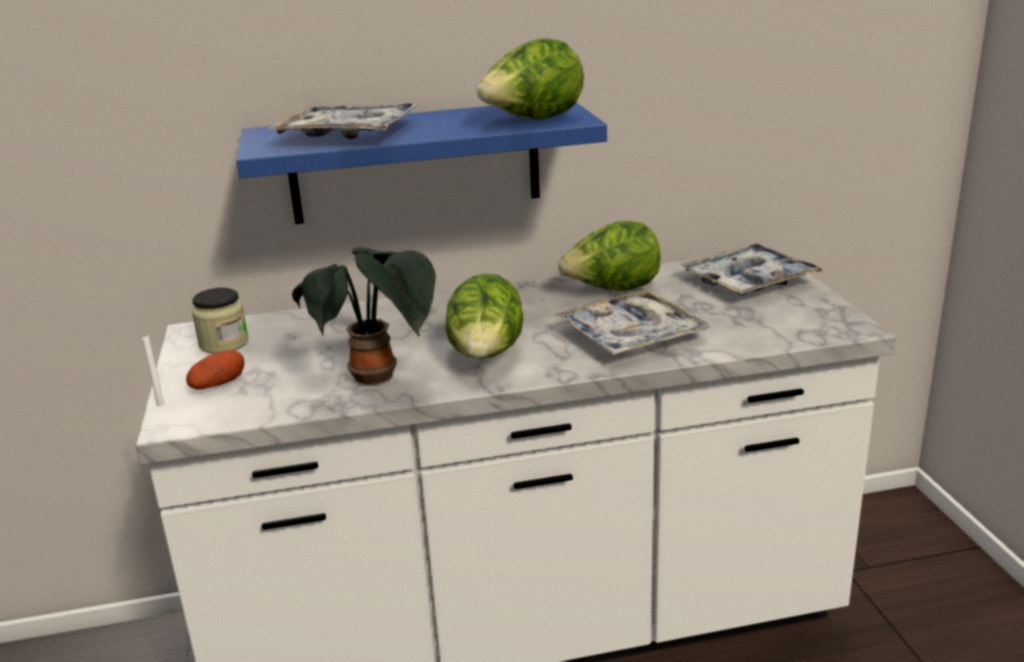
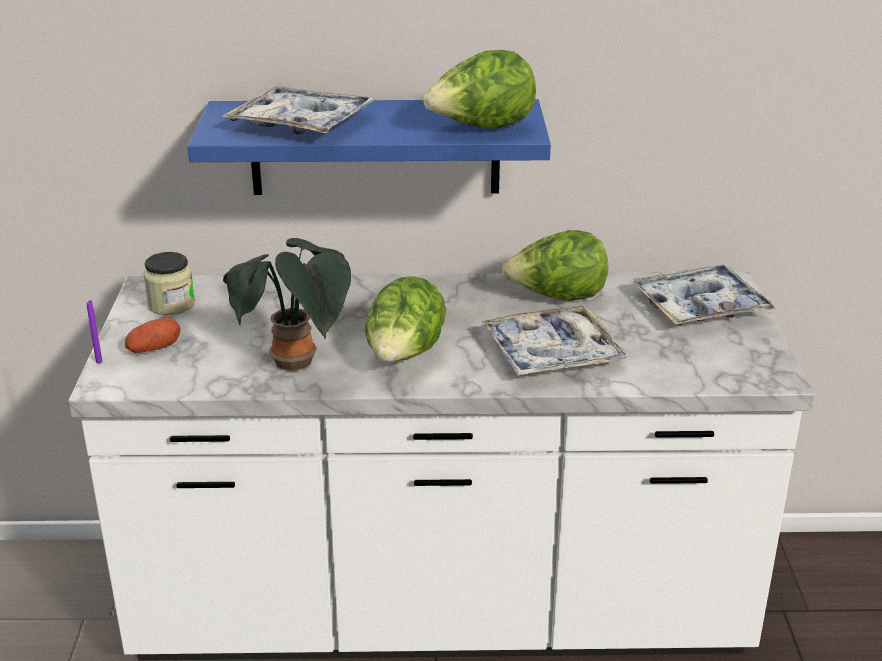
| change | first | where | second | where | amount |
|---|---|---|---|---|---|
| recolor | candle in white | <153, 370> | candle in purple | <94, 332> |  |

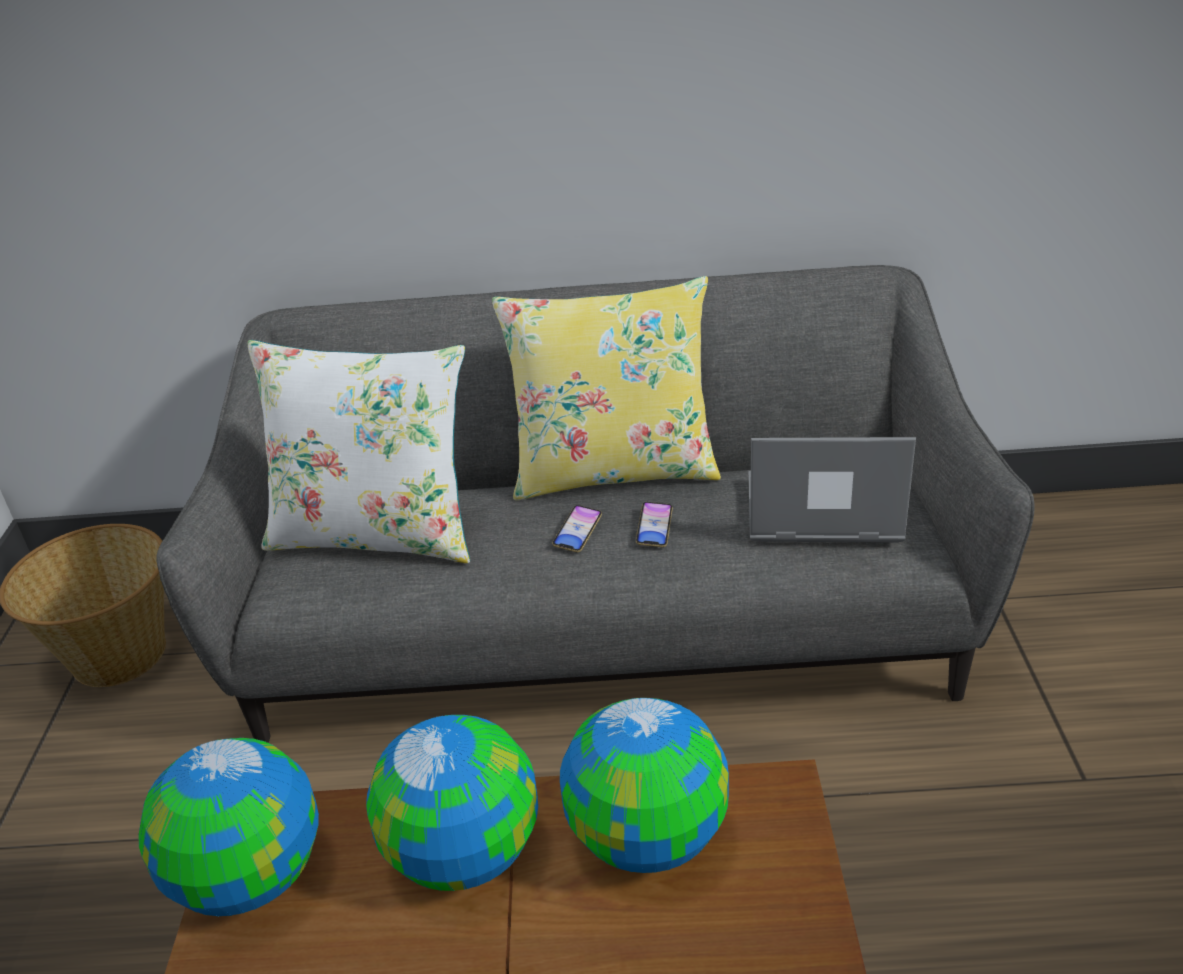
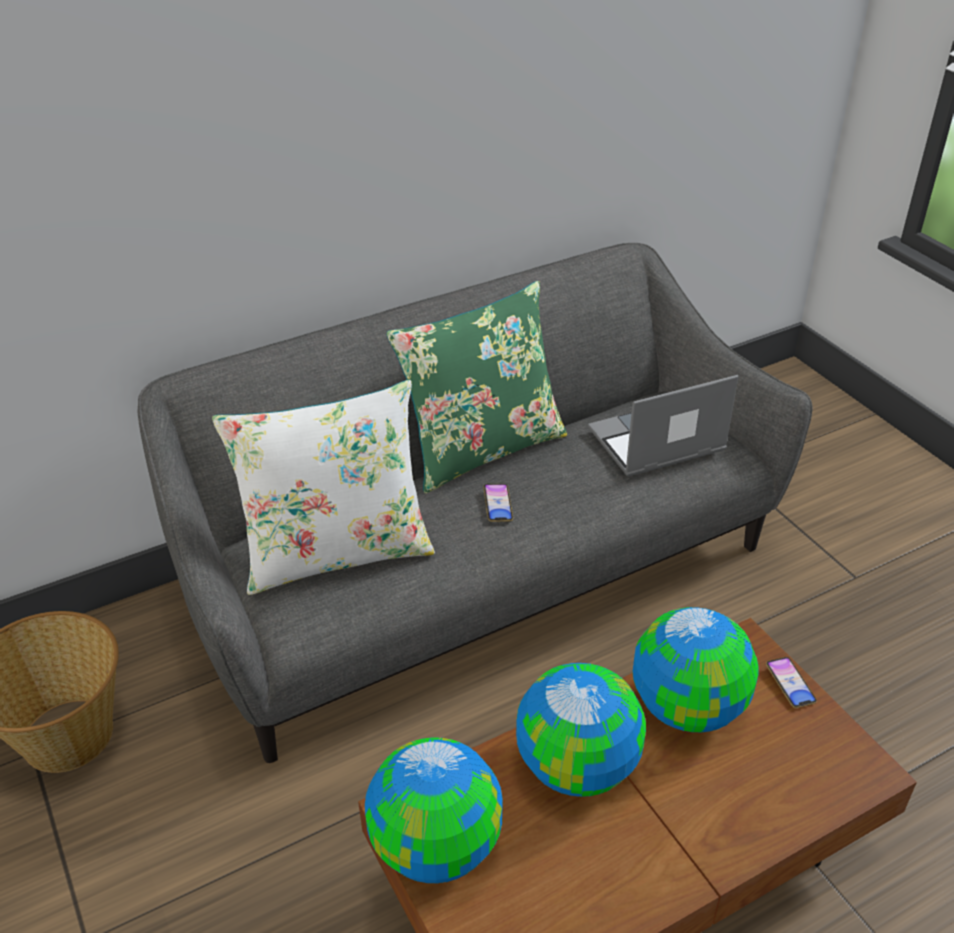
| change | first | where | second | where | amount |
|---|---|---|---|---|---|
| move | phone | <654, 524> |  | <791, 682> |  |
| recolor | pillow in yellow | <606, 388> | pillow in green | <476, 387> |  |

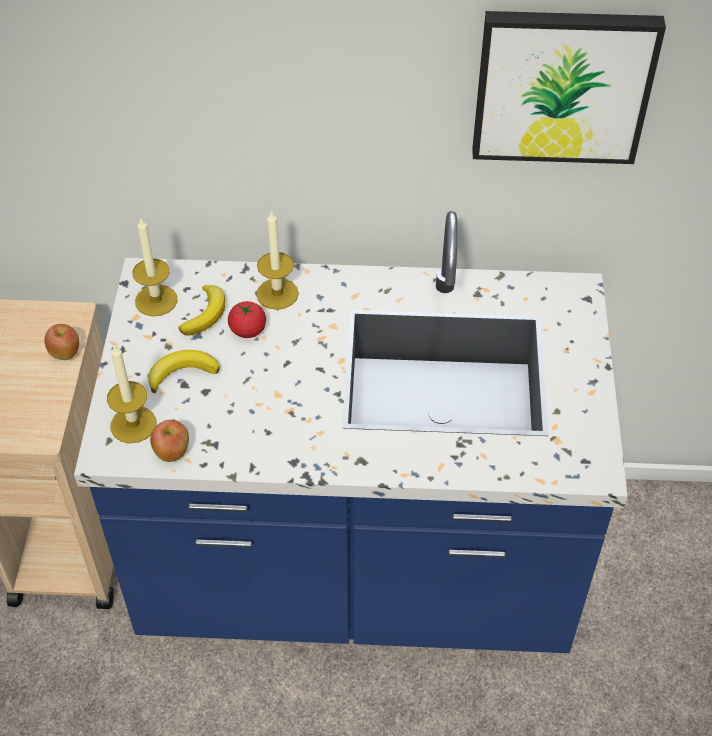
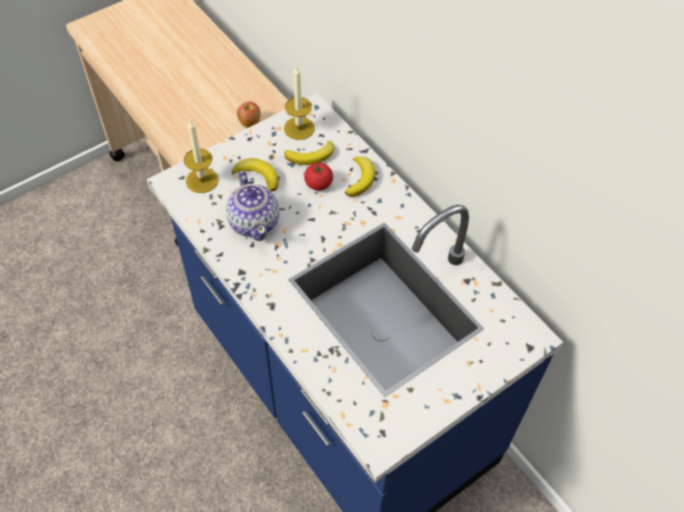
| change | first | where | second | where | amount |
|---|---|---|---|---|---|
| delete | apple | <169, 441> |  |  |  |
| delete | picture | <569, 87> |  |  |  |
| insert |  |  | teapot | <252, 206> |  |
| replace | candle | <277, 260> | banana | <360, 177> |  |

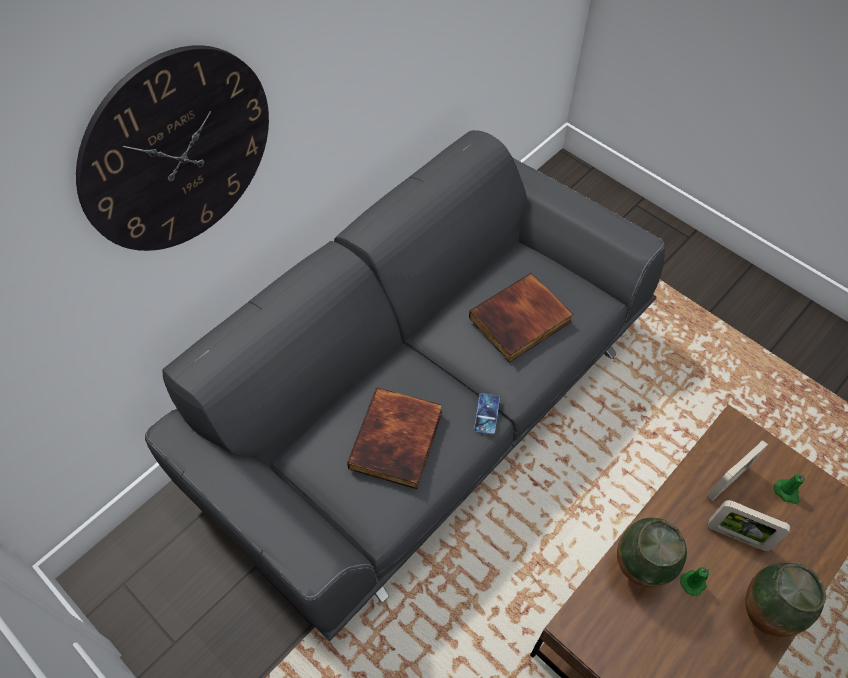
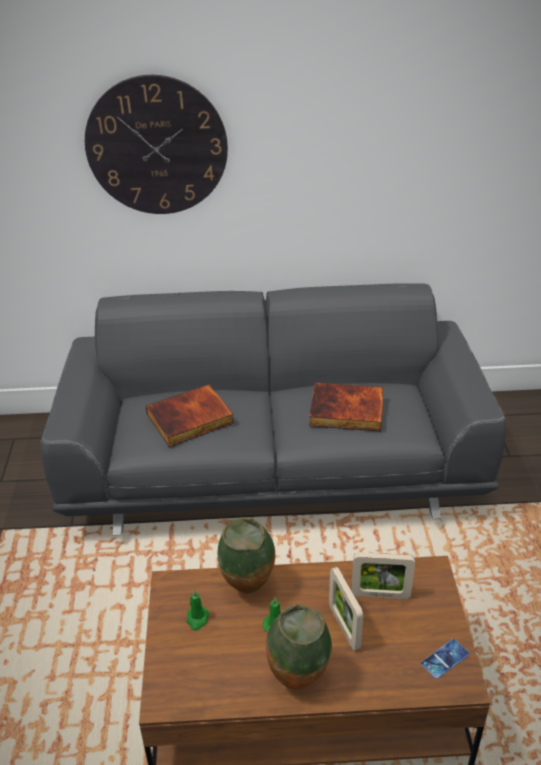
| change | first | where | second | where | amount |
|---|---|---|---|---|---|
| move | phone | <487, 413> |  | <445, 659> |  |
| move | candle in green | <789, 489> |  | <198, 610> |  |

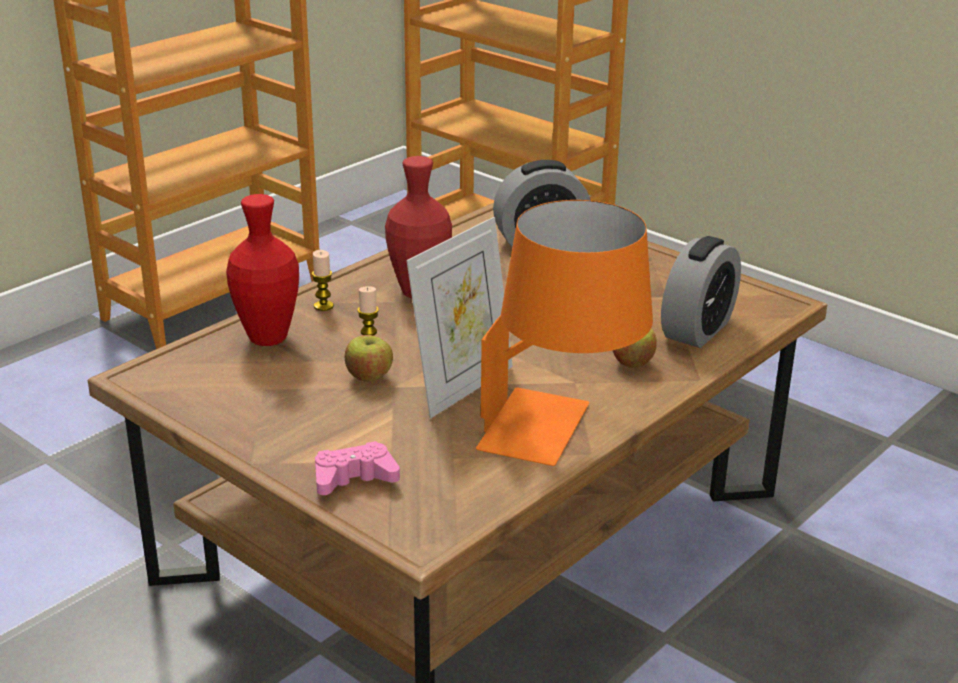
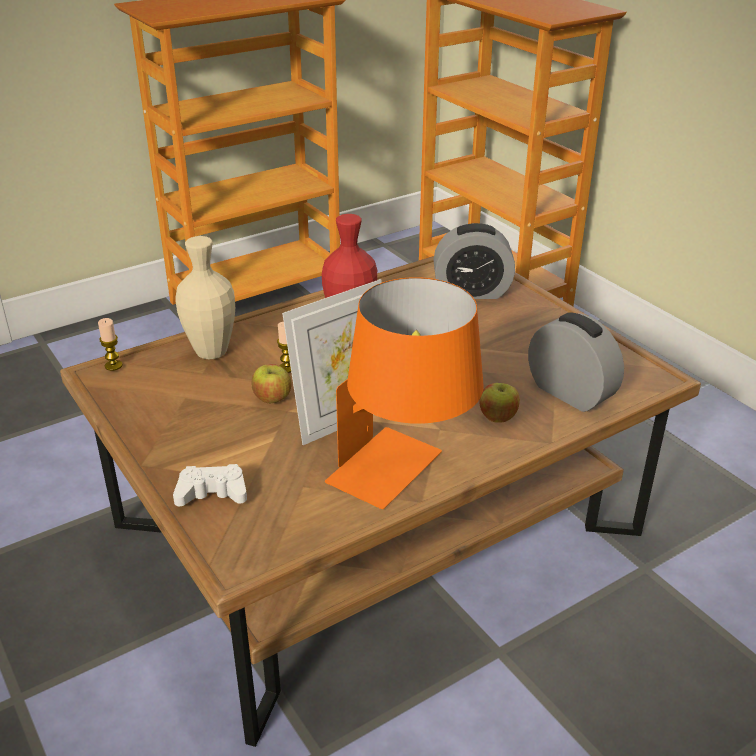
| change | first | where | second | where | amount |
|---|---|---|---|---|---|
| move | candle | <323, 280> |  | <110, 344> |  |
| recolor | vase in red | <262, 270> | vase in beige | <205, 297> |  |
| recolor | game controller in pink | <357, 468> | game controller in white | <210, 485> |  |
| rotate | alarm clock | <701, 292> |  | <576, 362> | 90 degrees counterclockwise |

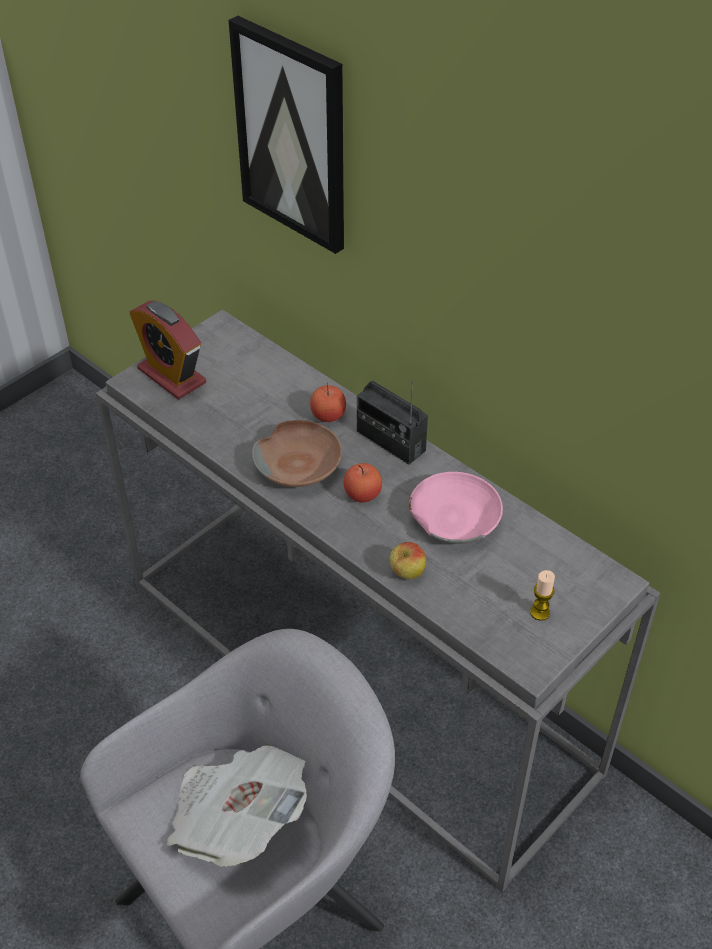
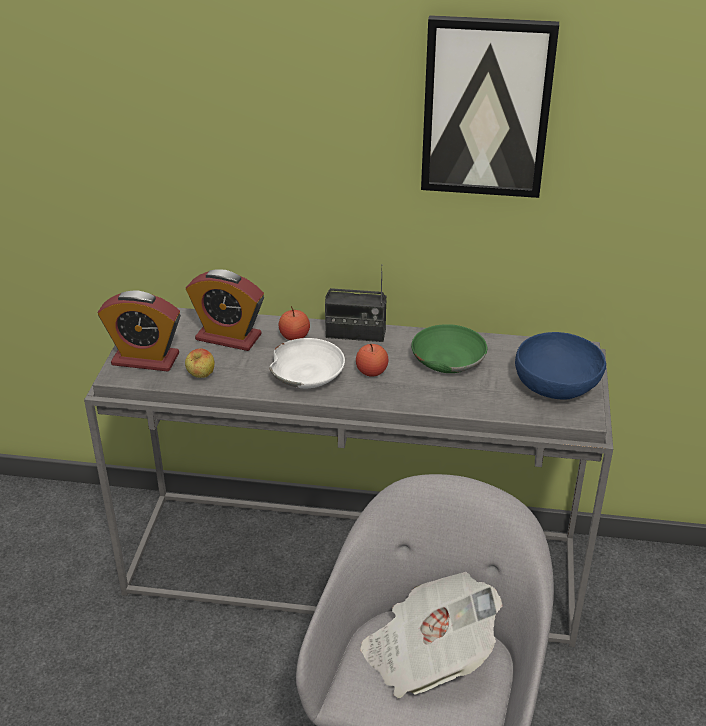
| change | first | where | second | where | amount |
|---|---|---|---|---|---|
| insert |  |  | alarm clock | <225, 310> |  |
| move | picture | <286, 135> |  | <490, 106> |  |
| move | apple | <408, 560> |  | <199, 363> |  |
| replace | candle | <542, 595> | bowl in blue | <560, 366> |  |
| recolor | bowl in brown | <297, 453> | bowl in white | <307, 363> |  |
| recolor | bowl in pink | <456, 508> | bowl in green | <449, 348> |  |

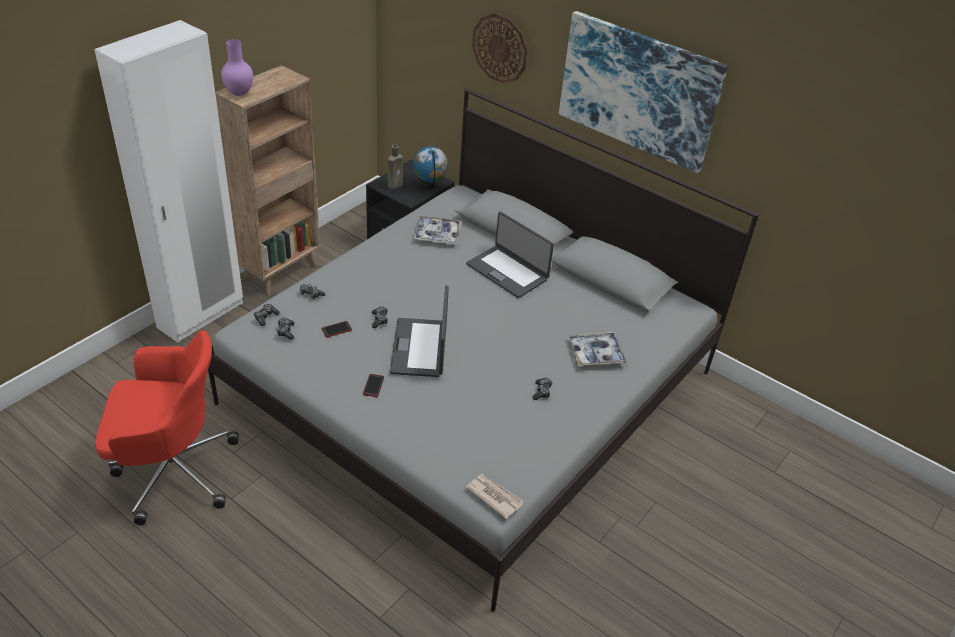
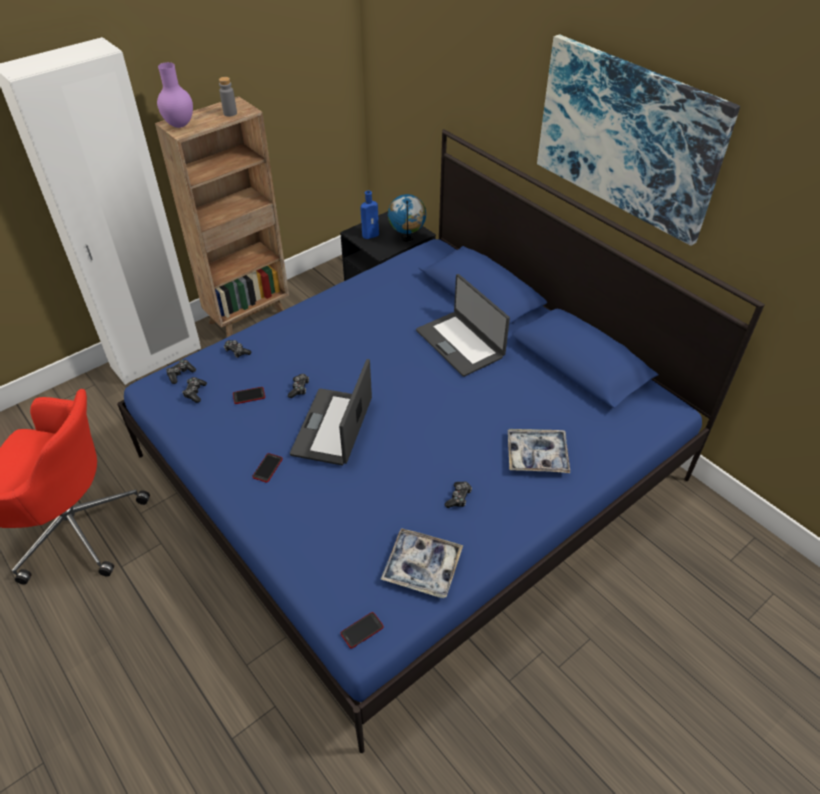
| change | first | where | second | where | amount |
|---|---|---|---|---|---|
| delete | wall clock | <500, 48> |  |  |  |
| insert |  |  | bottle in grey | <228, 96> |  |
| move | tray | <437, 230> |  | <421, 563> |  |
| replace | newspaper | <494, 496> | phone | <362, 630> |  |
| recolor | bed in grey | <483, 349> | bed in blue | <441, 441> |  |
| recolor | bottle in brown | <395, 167> | bottle in blue | <369, 215> |  |

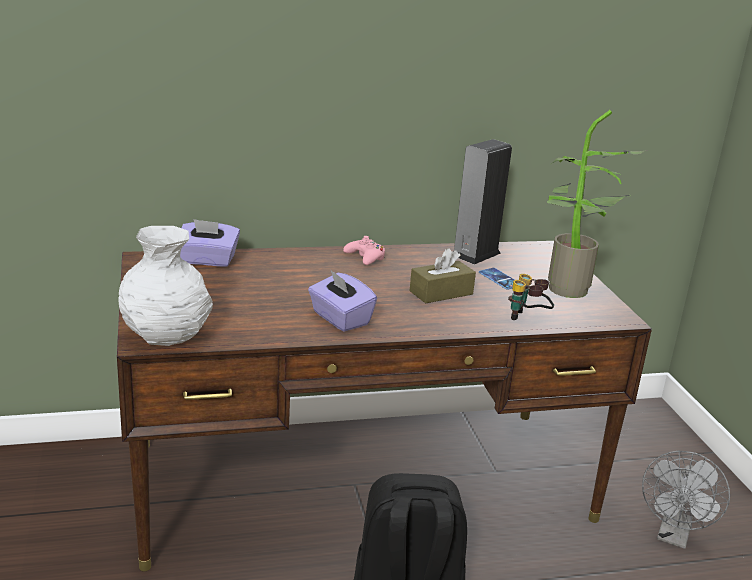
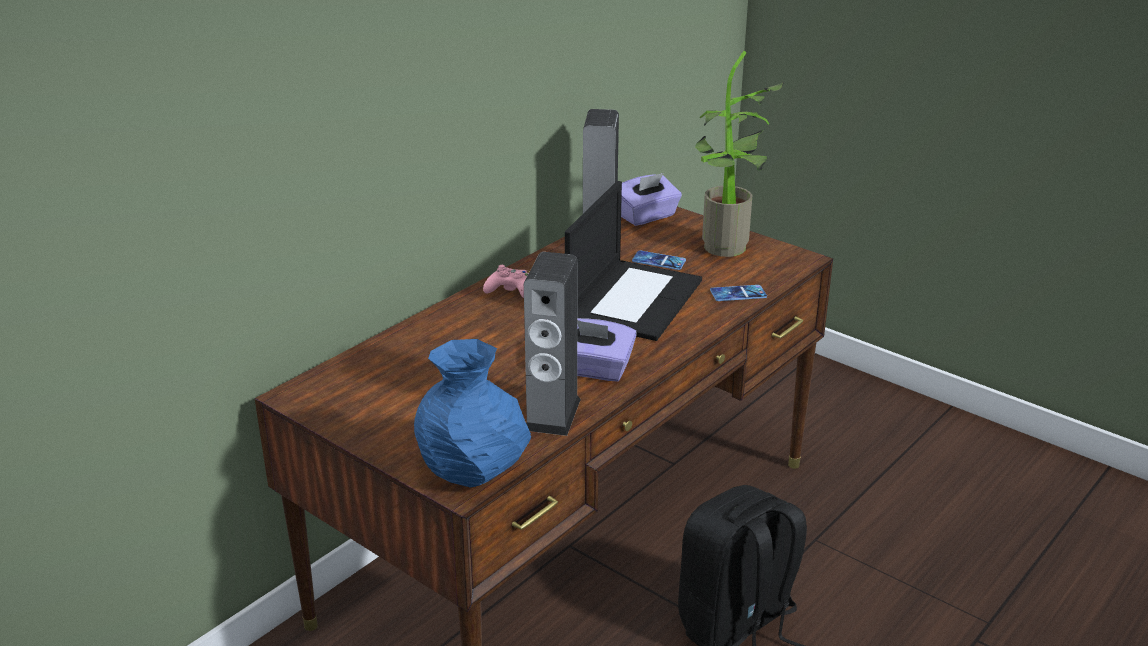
| change | first | where | second | where | amount |
|---|---|---|---|---|---|
| delete | fan in grey | <686, 500> |  |  |  |
| insert |  |  | speaker | <552, 344> |  |
| move | tissue box in purple | <210, 243> |  | <651, 199> |  |
| replace | tissue box in brown | <443, 276> | laptop | <633, 261> |  |
| replace | binoculars | <531, 297> | phone | <738, 293> |  |
| recolor | vase in white | <165, 286> | vase in blue | <472, 413> |  |

